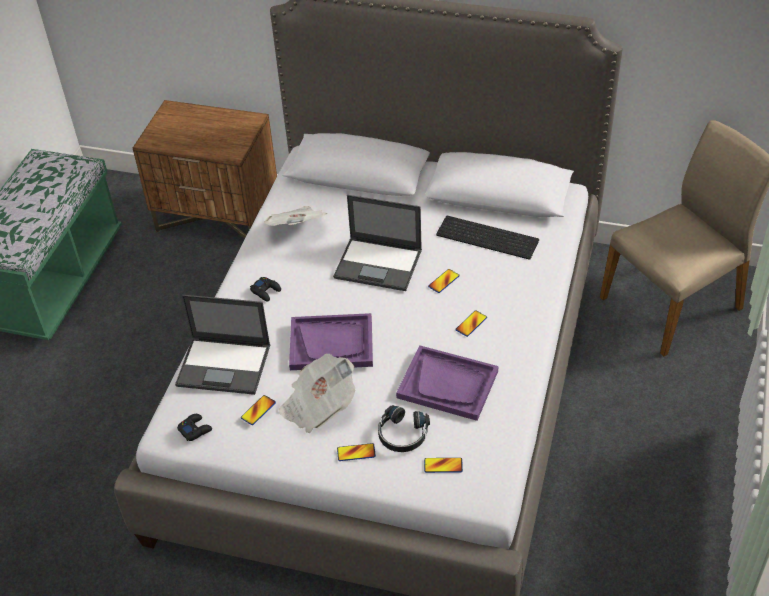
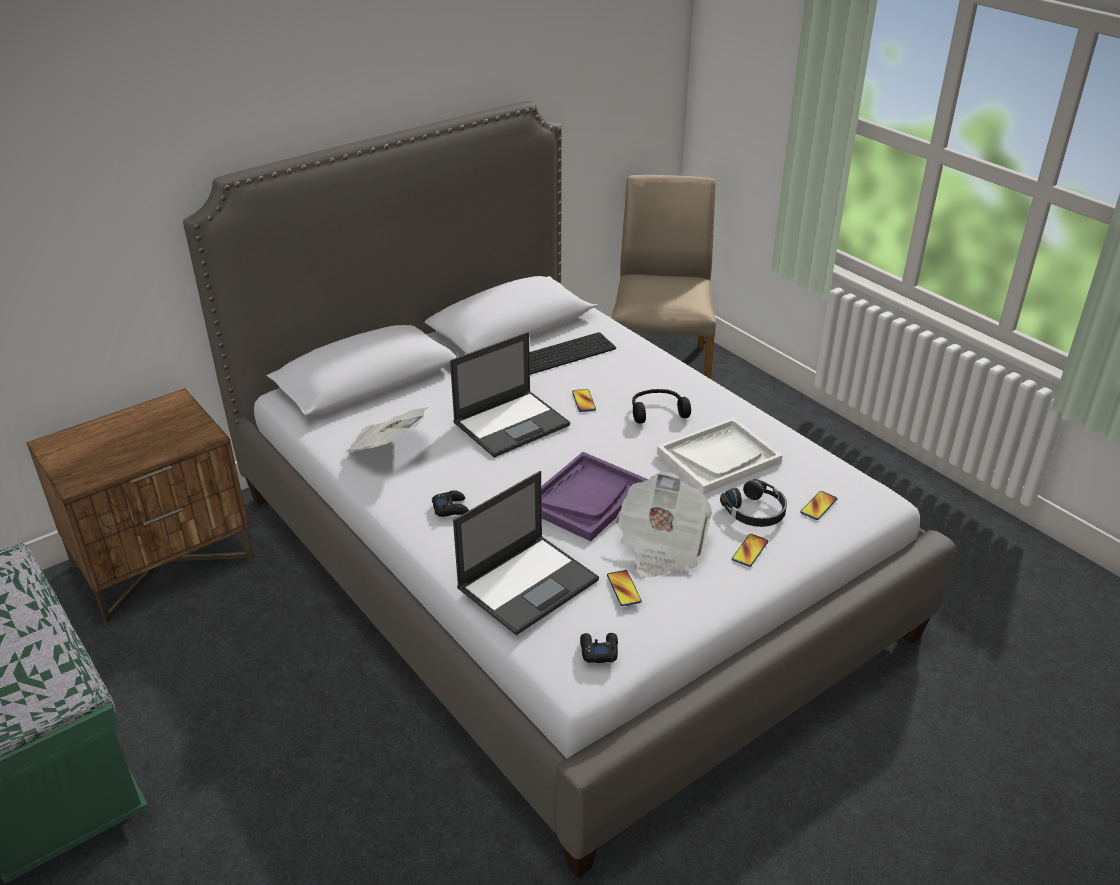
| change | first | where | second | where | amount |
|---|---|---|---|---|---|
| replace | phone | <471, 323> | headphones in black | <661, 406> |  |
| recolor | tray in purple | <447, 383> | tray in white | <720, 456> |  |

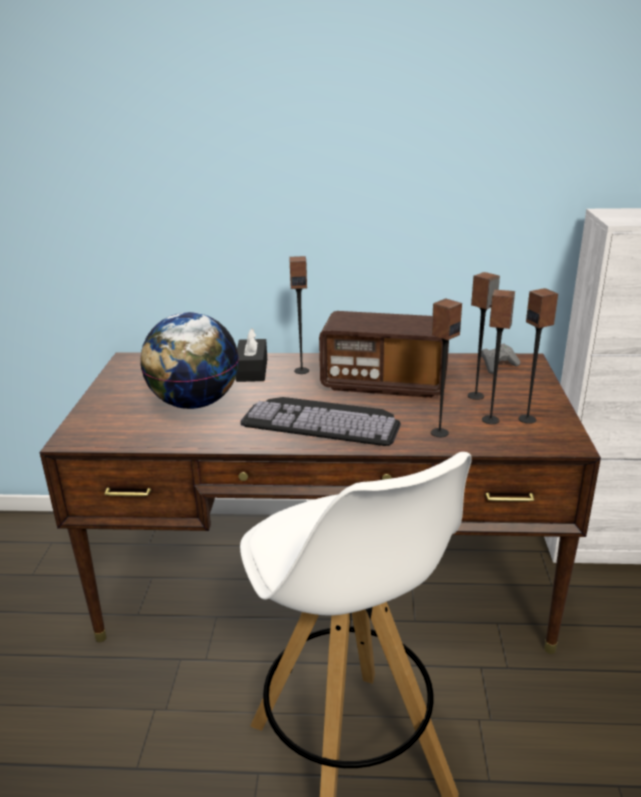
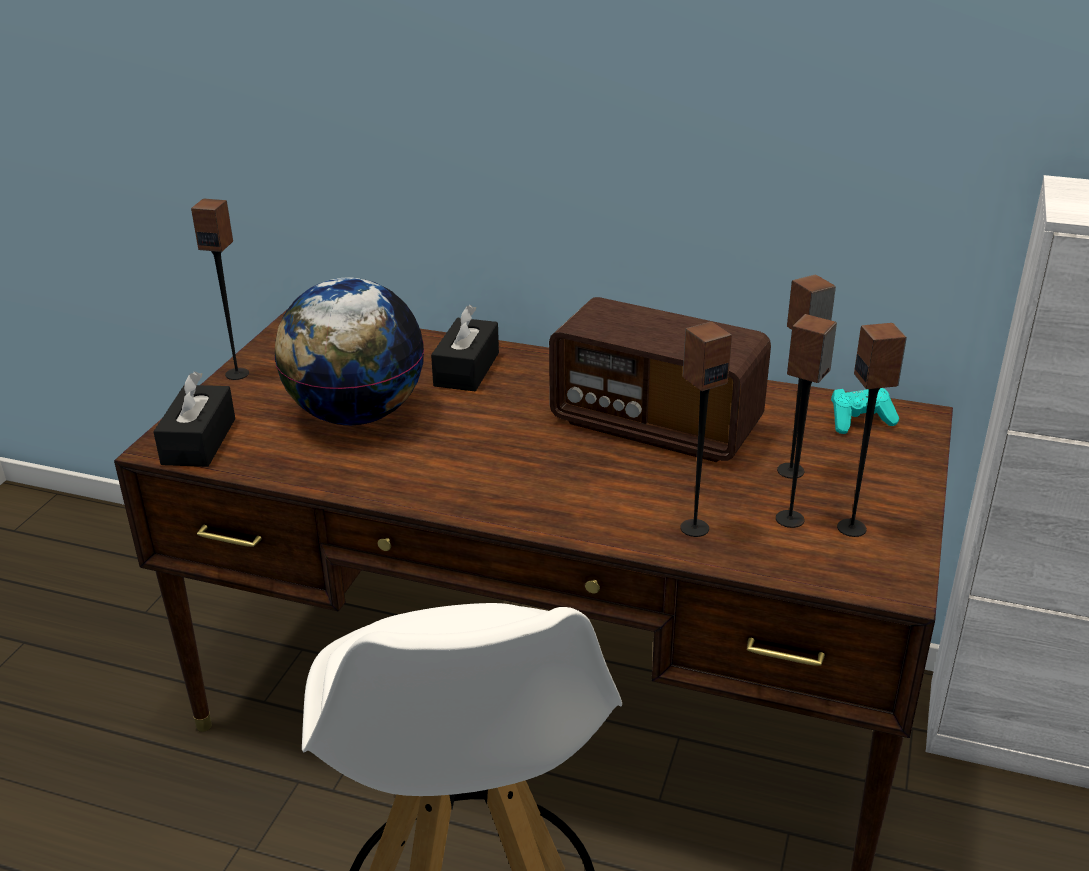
| change | first | where | second | where | amount |
|---|---|---|---|---|---|
| delete | keyboard | <320, 421> |  |  |  |
| insert |  |  | tissue box in black | <194, 419> |  |
| move | speaker | <299, 315> |  | <220, 289> |  |
| recolor | game controller in grey | <500, 358> | game controller in turquoise | <865, 411> |  |

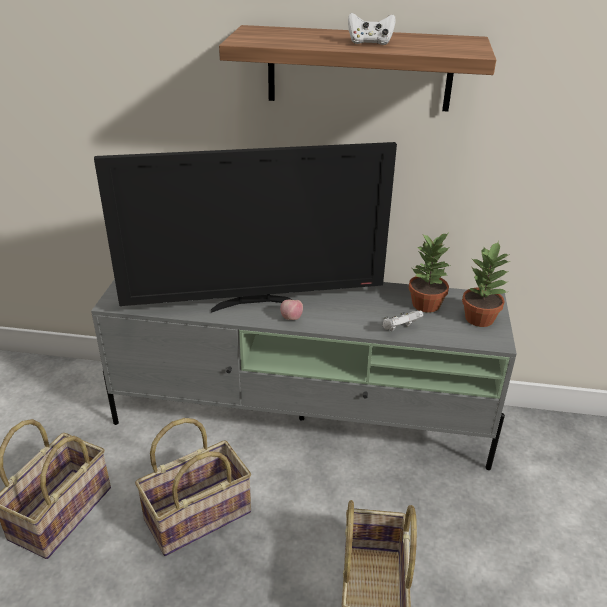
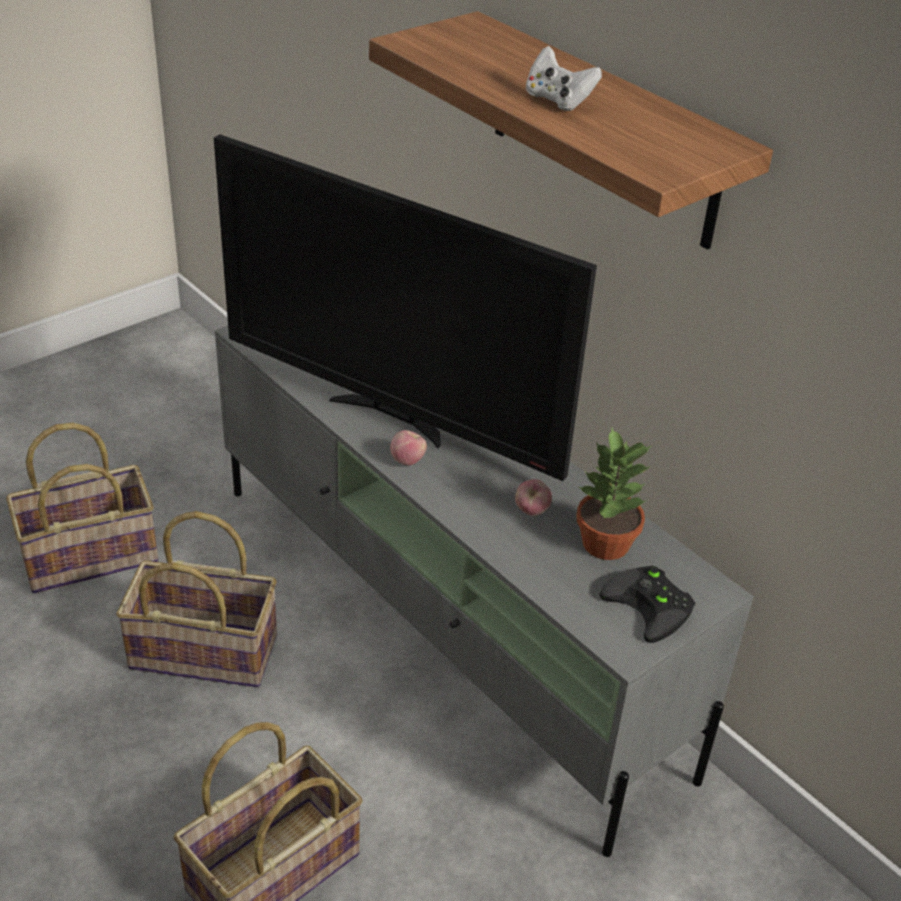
| change | first | where | second | where | amount |
|---|---|---|---|---|---|
| delete | game controller in white | <403, 321> |  |  |  |
| insert |  |  | apple | <533, 497> |  |
| replace | potted plant | <486, 284> | game controller in black | <647, 604> |  |

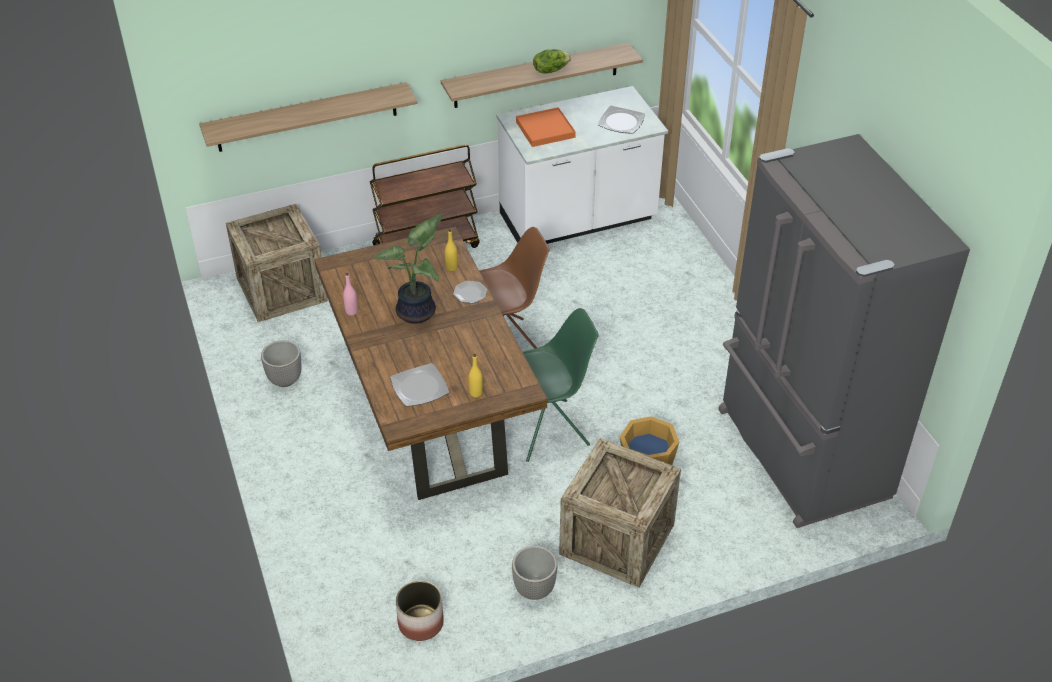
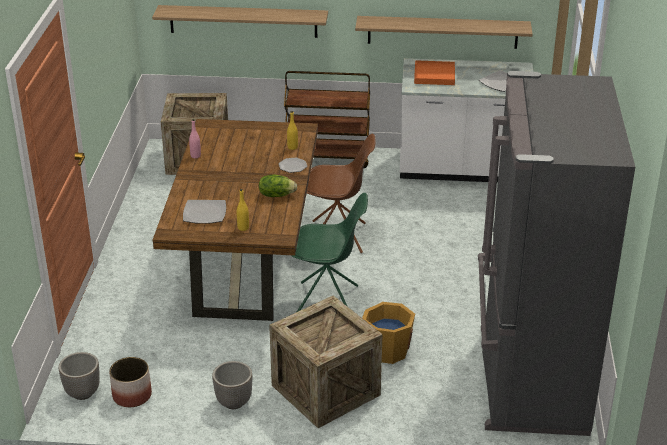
| change | first | where | second | where | amount |
|---|---|---|---|---|---|
| delete | potted plant | <409, 268> |  |  |  |
| move | planter | <281, 363> |  | <79, 376> |  |
| move | lettuce | <552, 61> |  | <278, 186> |  |

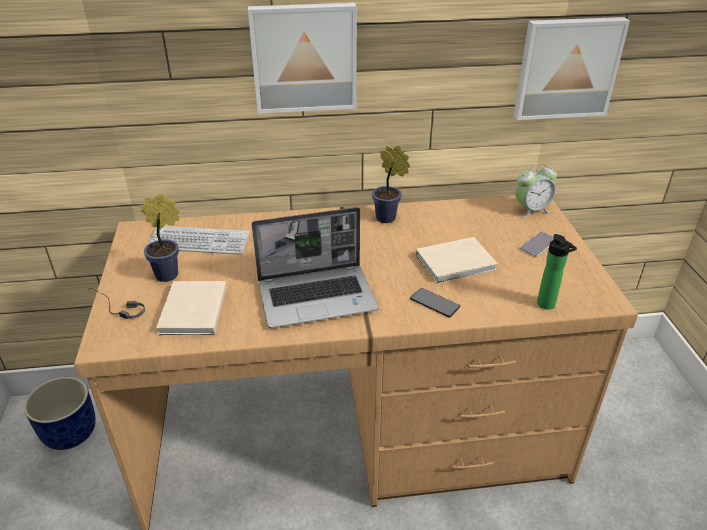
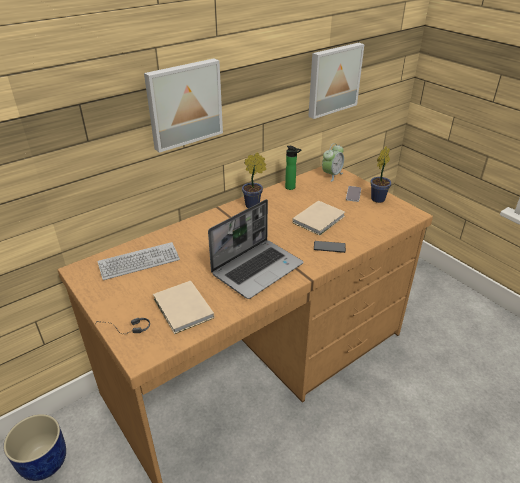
| change | first | where | second | where | amount |
|---|---|---|---|---|---|
| move | potted plant | <160, 238> |  | <380, 174> |  |
| move | bottle | <557, 272> |  | <293, 168> |  |

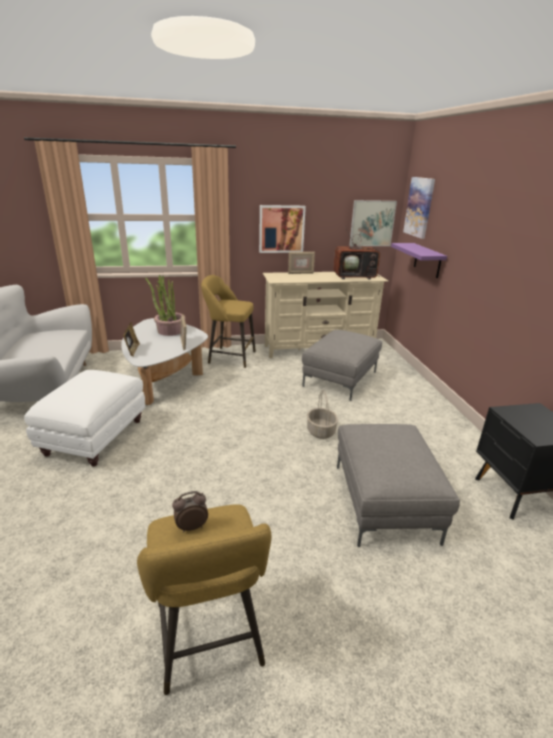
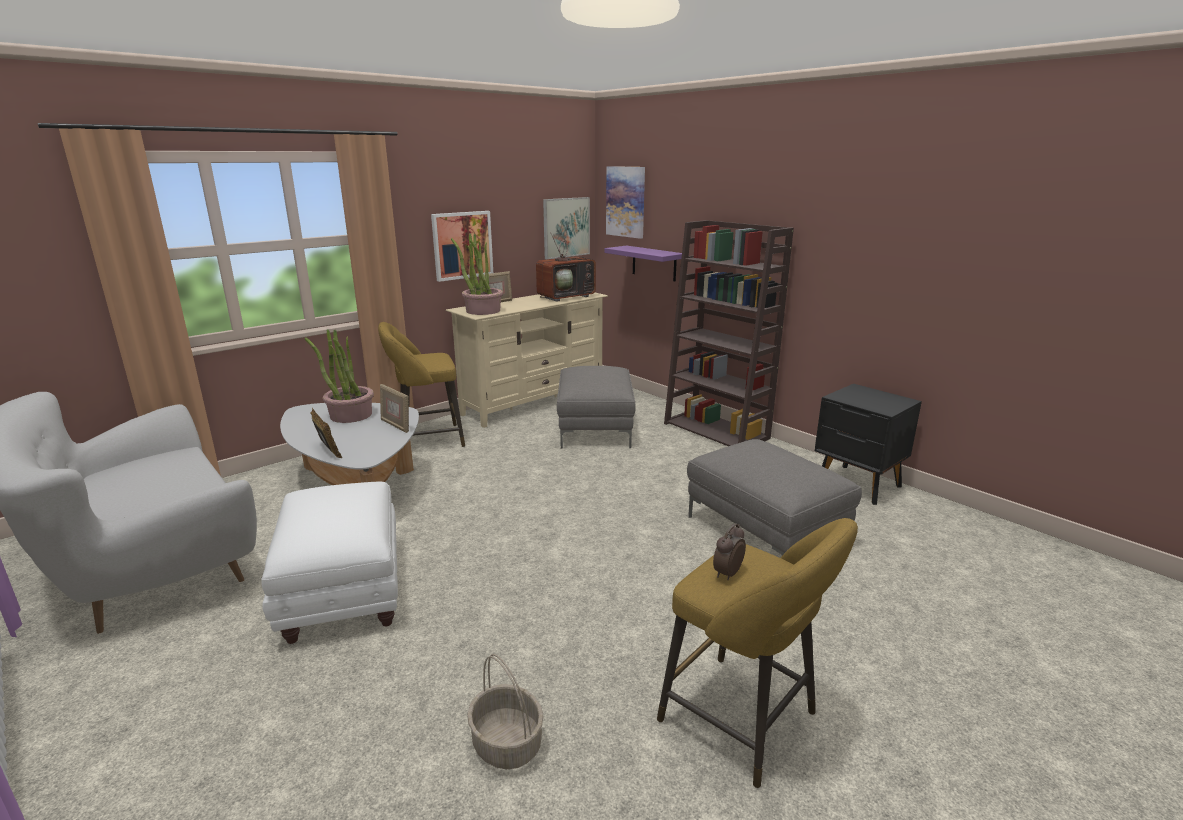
| change | first | where | second | where | amount |
|---|---|---|---|---|---|
| insert |  |  | potted plant | <477, 274> |  |
| insert |  |  | bookcase in brown | <729, 333> |  |
| move | basket | <322, 414> |  | <505, 711> |  |

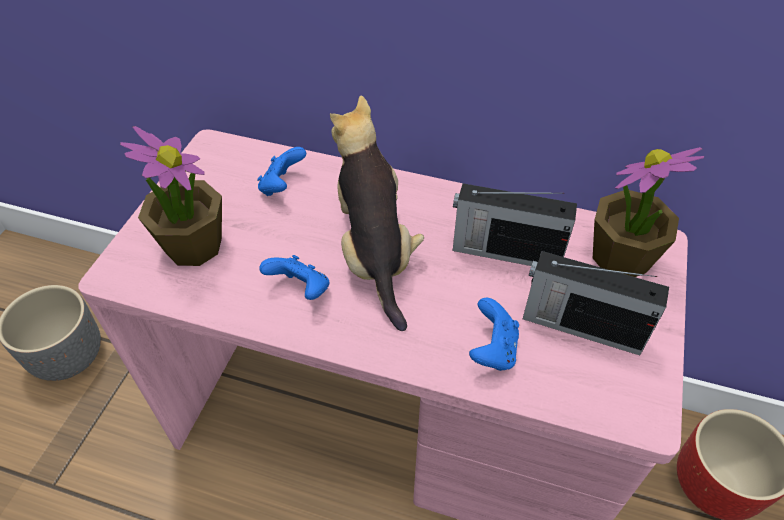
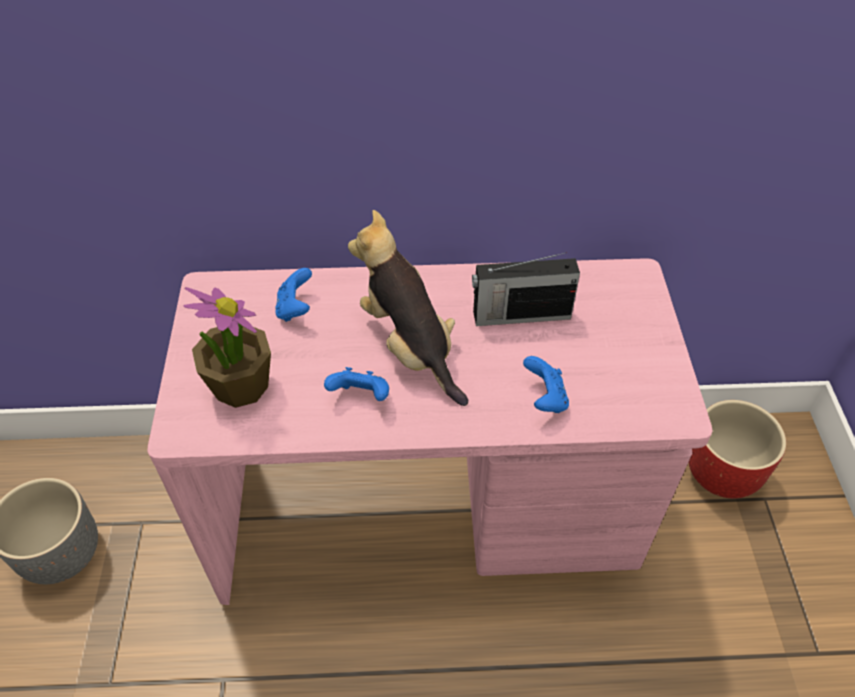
| change | first | where | second | where | amount |
|---|---|---|---|---|---|
| delete | radio | <596, 303> |  |  |  |
| delete | potted plant | <648, 212> |  |  |  |

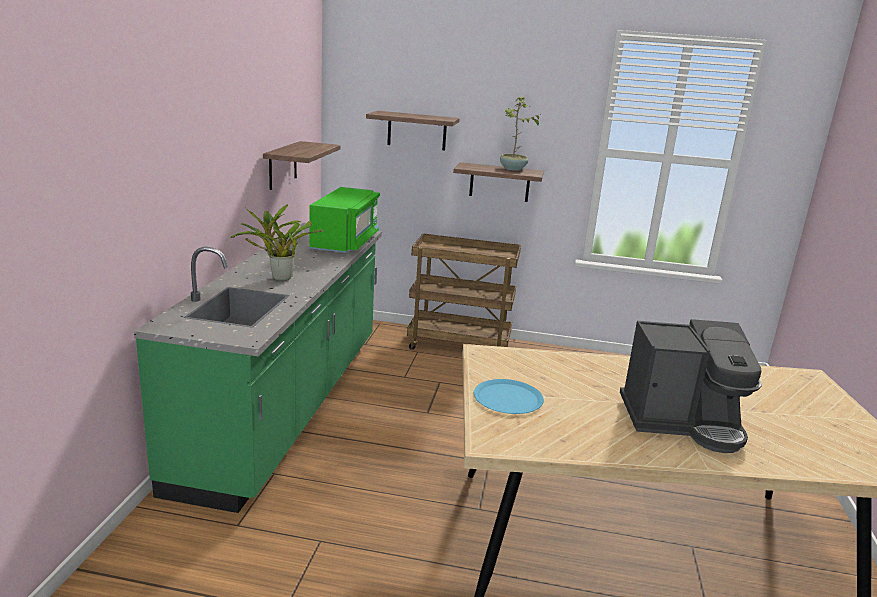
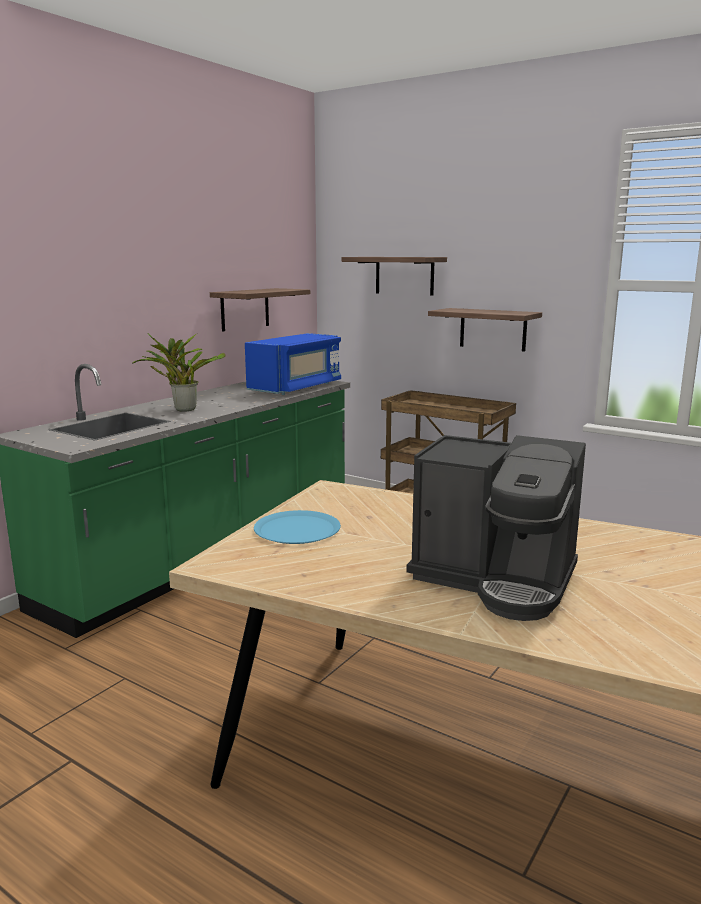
| change | first | where | second | where | amount |
|---|---|---|---|---|---|
| delete | potted plant | <520, 134> |  |  |  |
| recolor | microwave in green | <344, 220> | microwave in blue | <293, 364> |  |

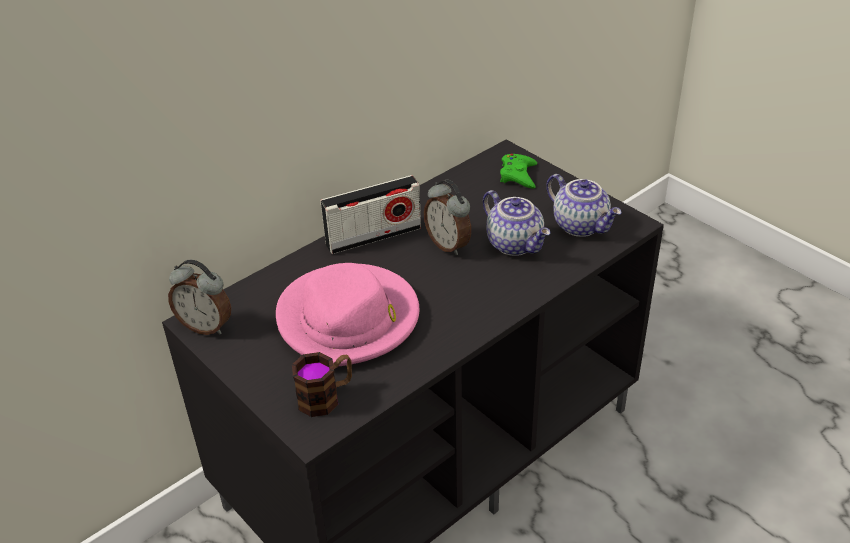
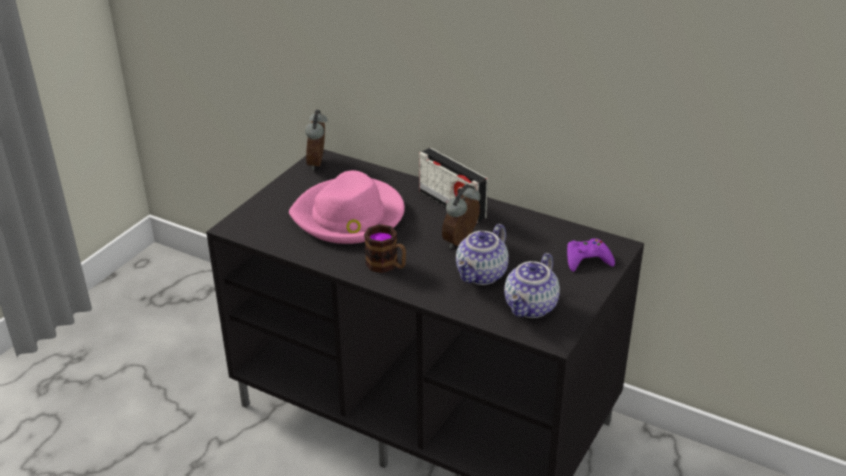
| change | first | where | second | where | amount |
|---|---|---|---|---|---|
| move | mug | <322, 384> |  | <385, 248> |  |
| recolor | game controller in green | <518, 171> | game controller in purple | <591, 255> |  |

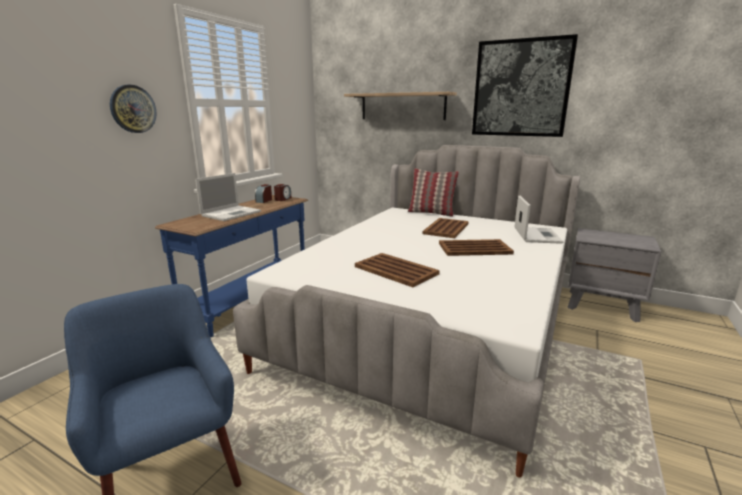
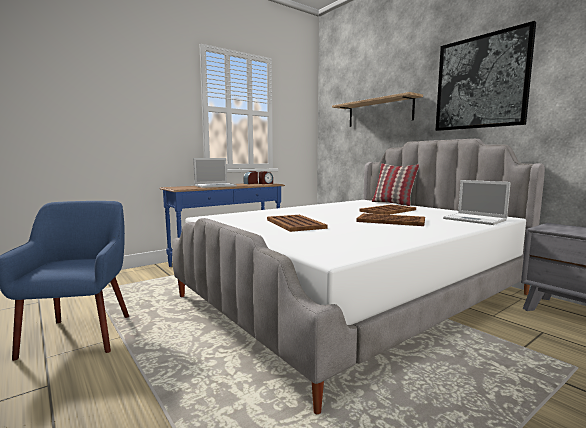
| change | first | where | second | where | amount |
|---|---|---|---|---|---|
| delete | wall clock | <133, 109> |  |  |  |
| rotate | laptop | <539, 220> |  | <477, 202> | 105 degrees clockwise |

